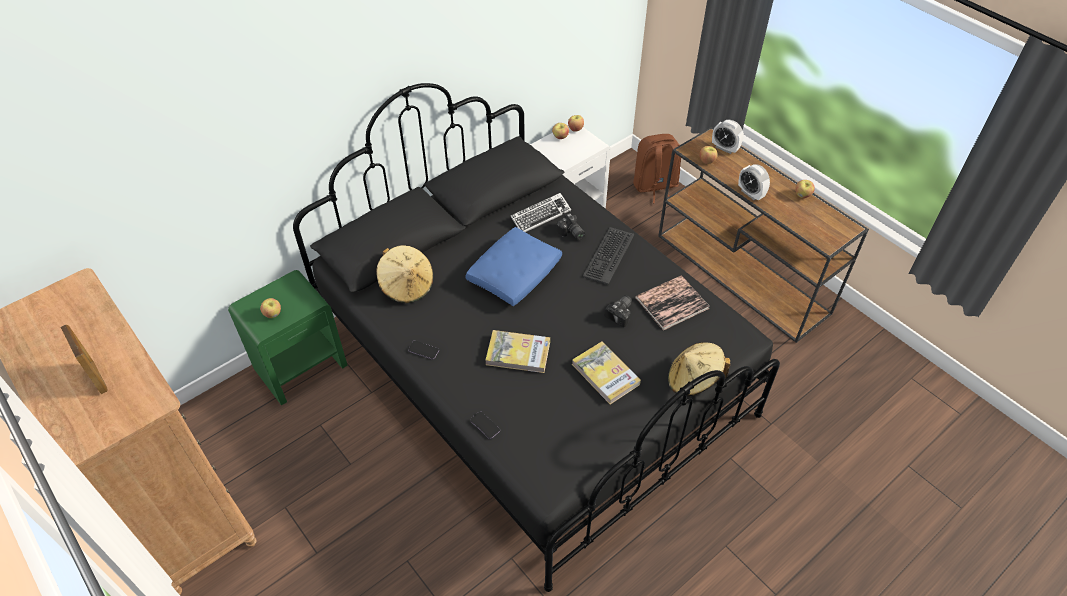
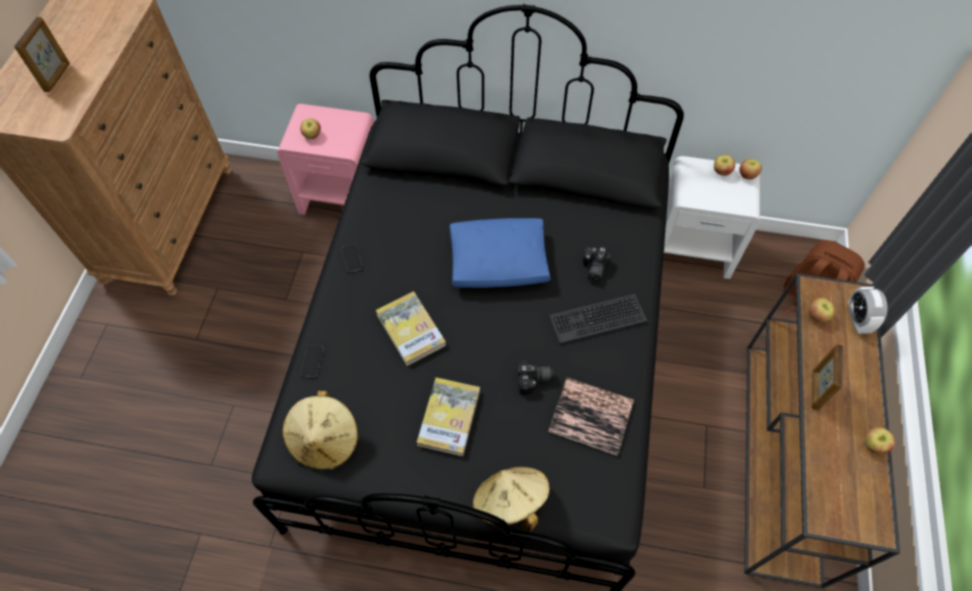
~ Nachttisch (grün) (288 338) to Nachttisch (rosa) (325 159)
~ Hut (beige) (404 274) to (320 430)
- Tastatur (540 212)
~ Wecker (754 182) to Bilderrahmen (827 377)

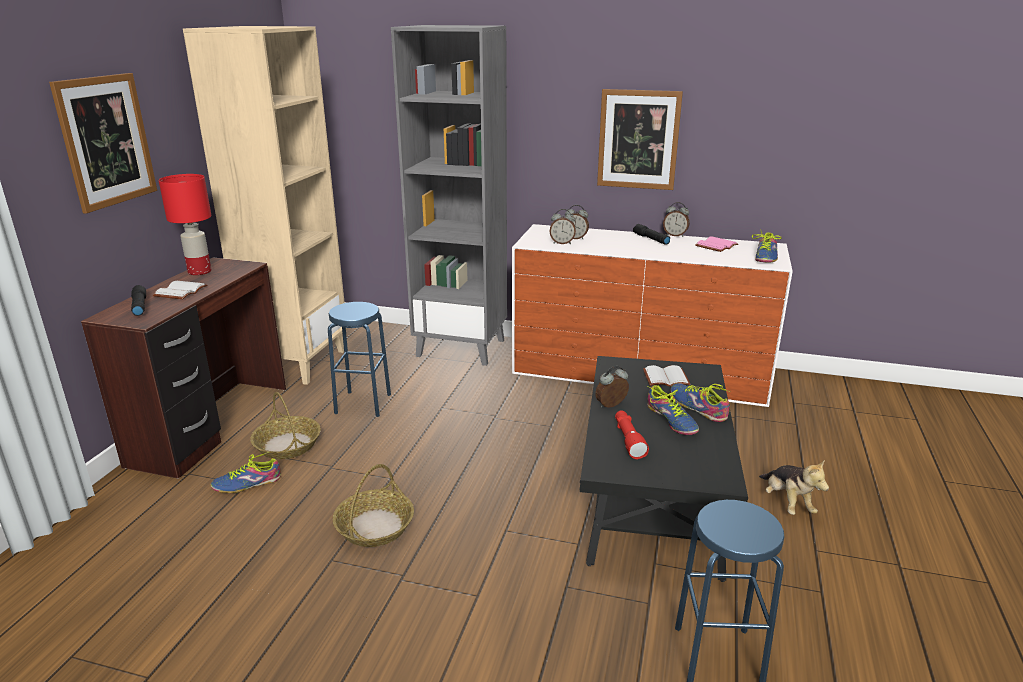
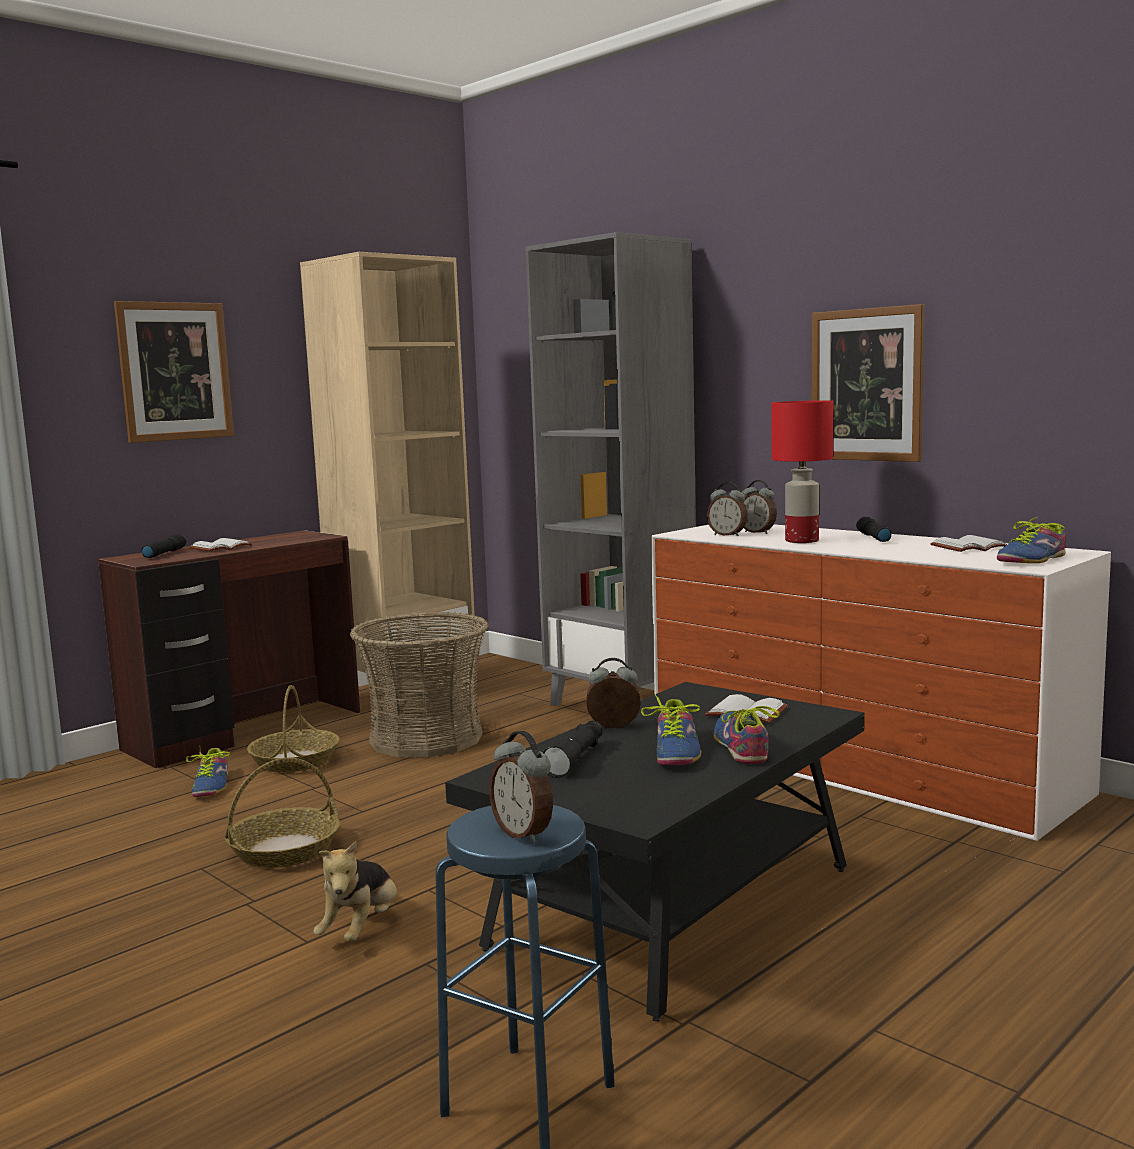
~ Tischlampe (rot) (185 224) to (802 471)
~ Schuh (246 472) = (208 771) 105 degrees counterclockwise
~ Hocker (blau) (359 359) to Korb (419 684)
~ Taschenlampe (rot) (632 434) to Taschenlampe (schwarz) (573 749)
~ Wecker (676 219) to (521 787)
~ Buch (rosa) (716 244) to Buch (weiß) (968 543)
~ Plüschtier (794 487) to (355 892)

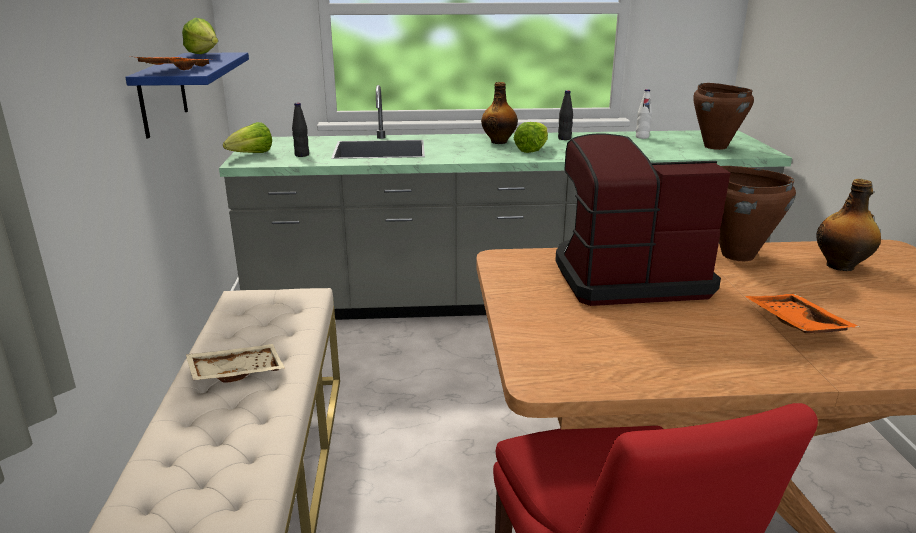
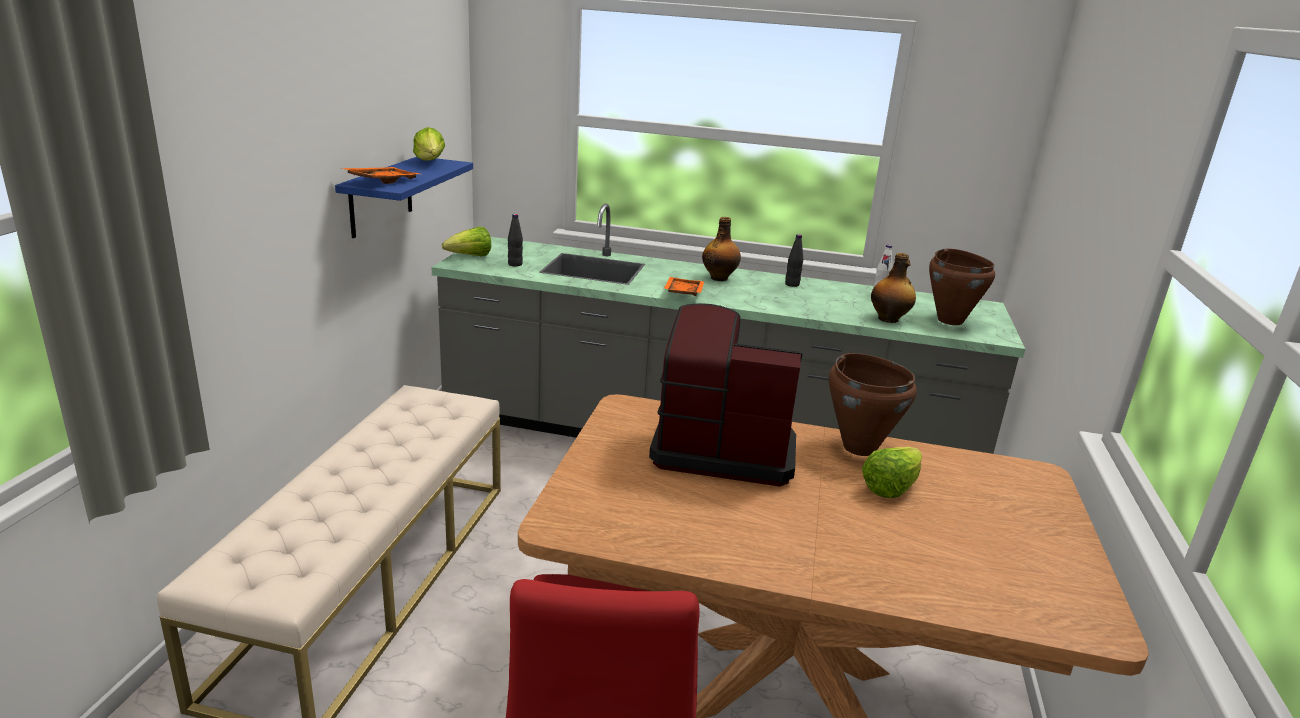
- Tablett (beige) (235 363)
~ Salatkopf (531 137) to (892 472)
~ Tablett (orange) (802 314) to (684 287)
~ Flasche (848 225) to (893 288)

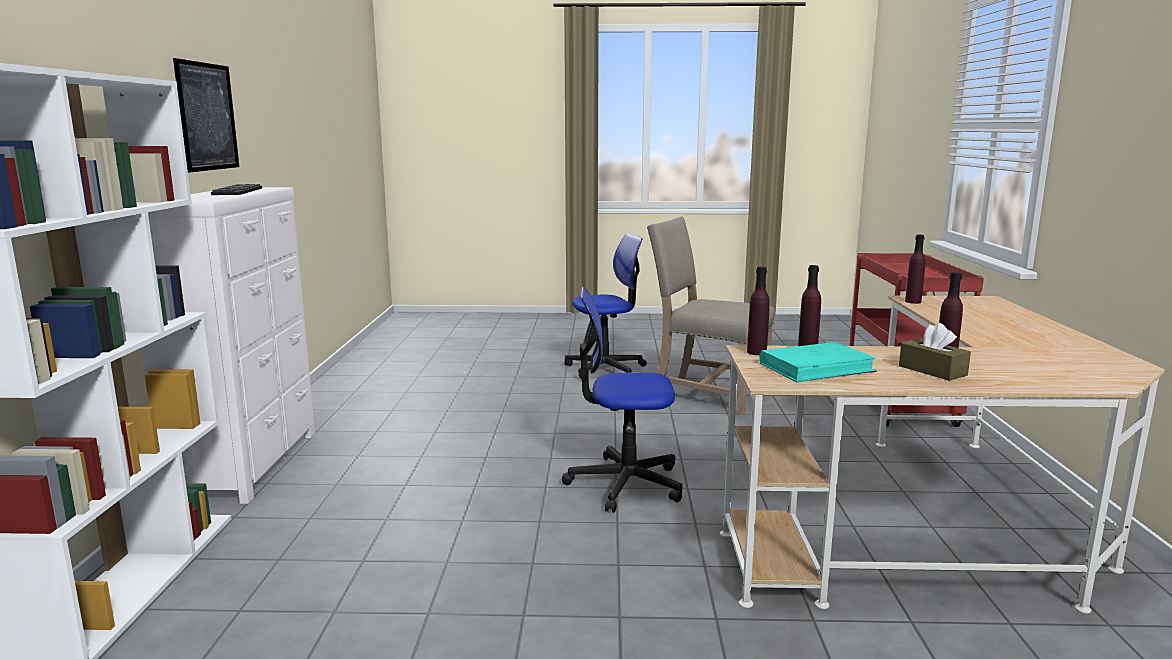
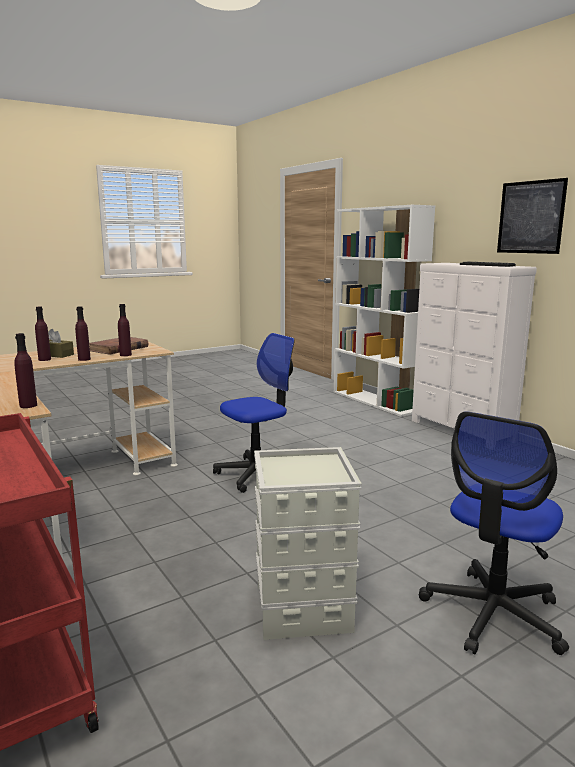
~ Stuhl (beige) (711 316) to Aufbewahrungsbox (grau) (308 543)
~ Flasche (lila) (758 310) to (83 333)
~ Buch (türkis) (818 362) to Buch (braun) (118 346)

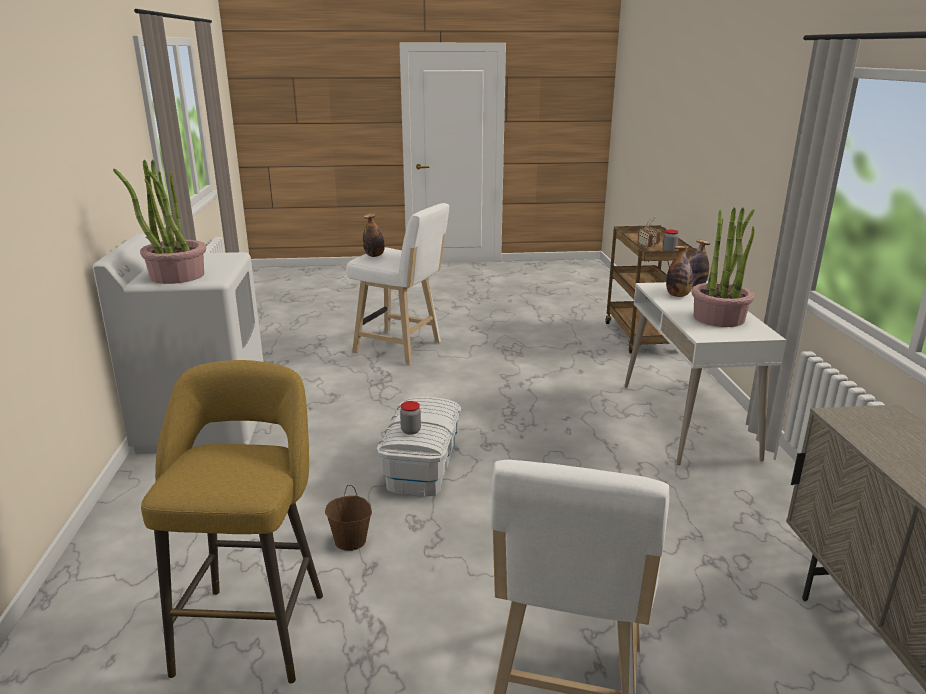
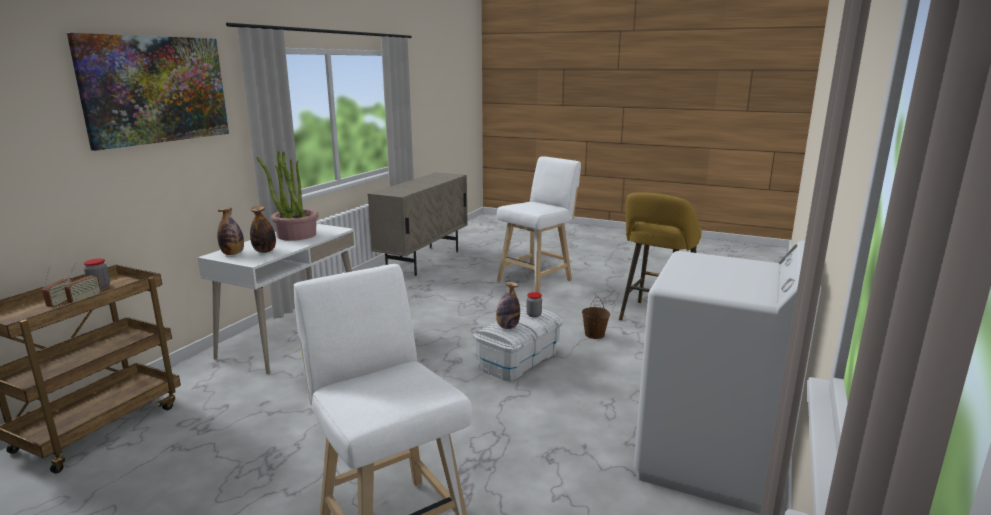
- Topfpflanze (159 222)
~ Flasche (374 235) to (508 305)
+ Bild (148 92)

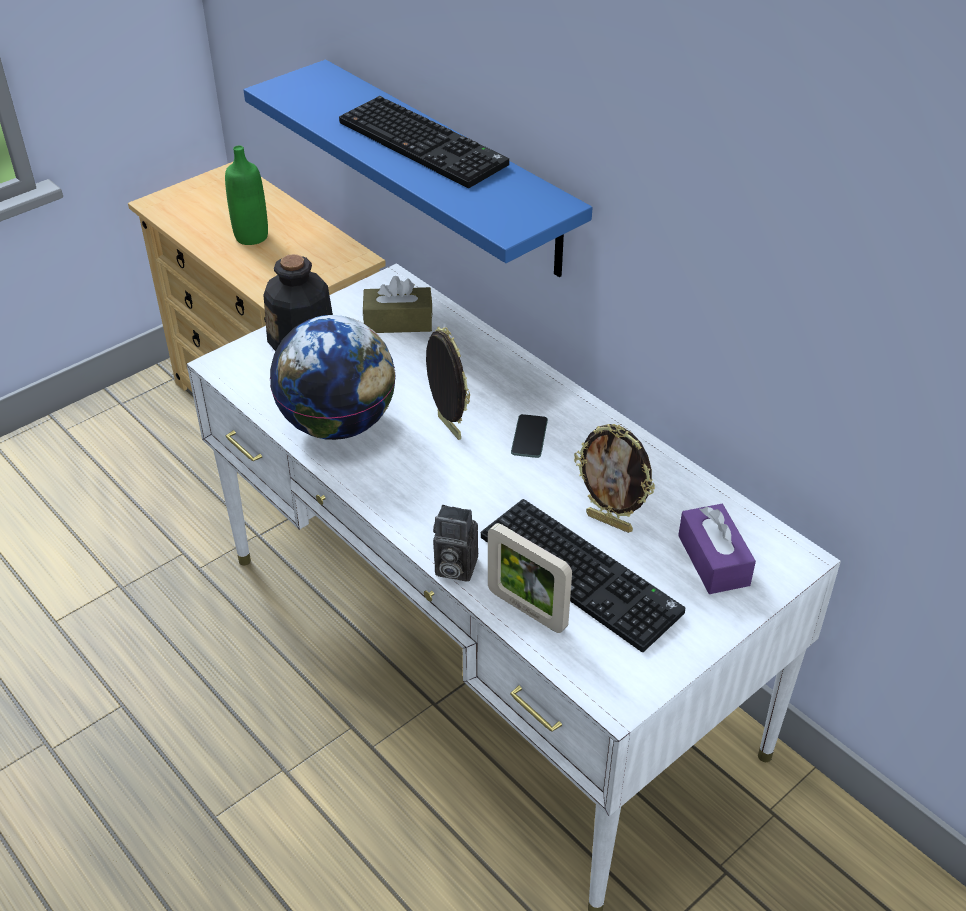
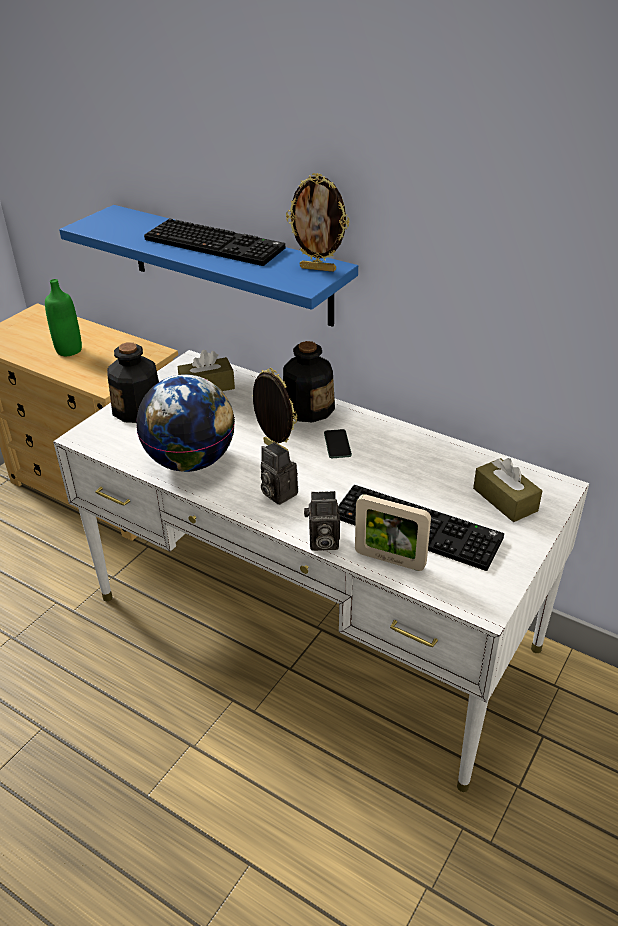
~ Bilderrahmen (614 478) to (317 222)
~ Taschentuchbox (lila) (717 549) to Taschentuchbox (braun) (507 490)
+ Kamera (279 473)
+ Flasche (309 381)

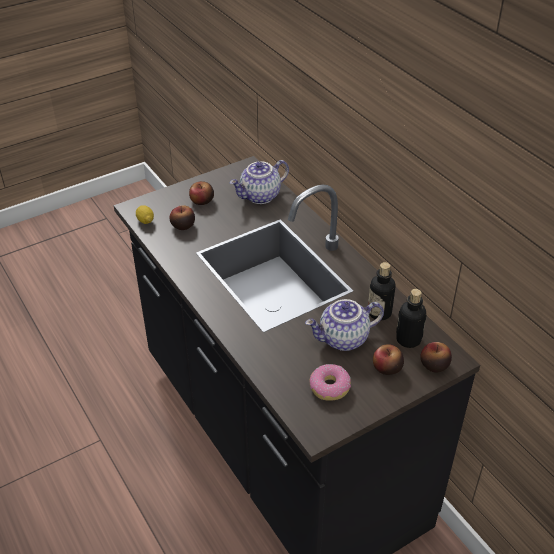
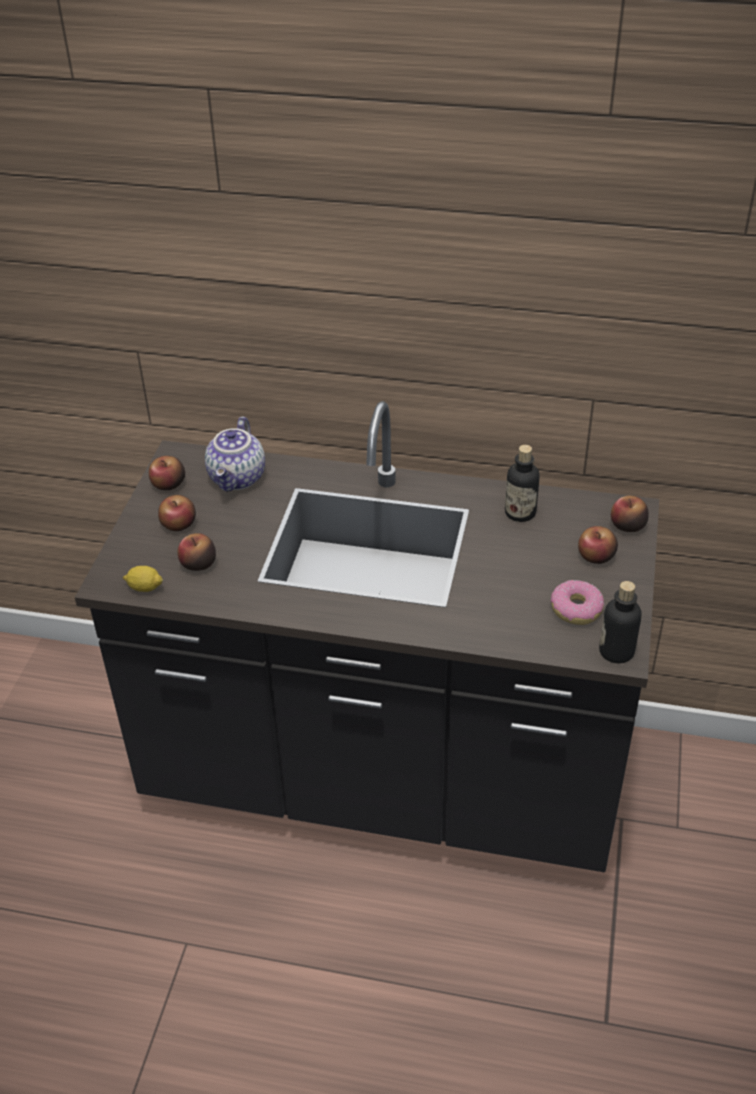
- Teekanne (344 325)
~ Flasche (411 318) to (620 622)
+ Apfel (167 473)

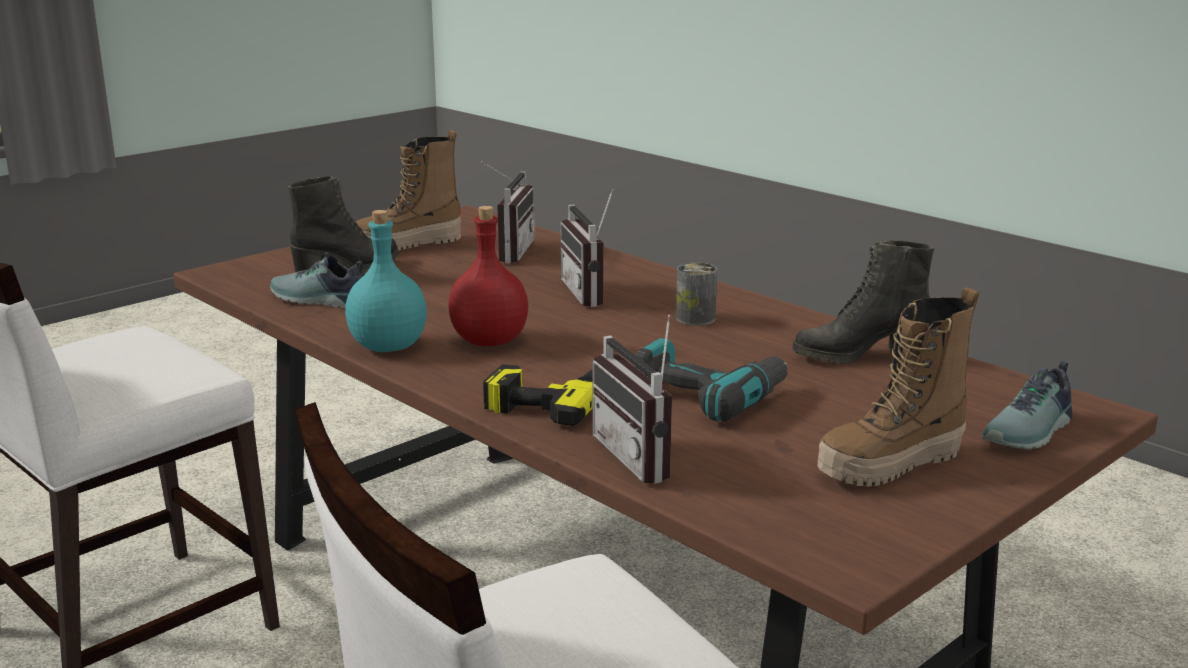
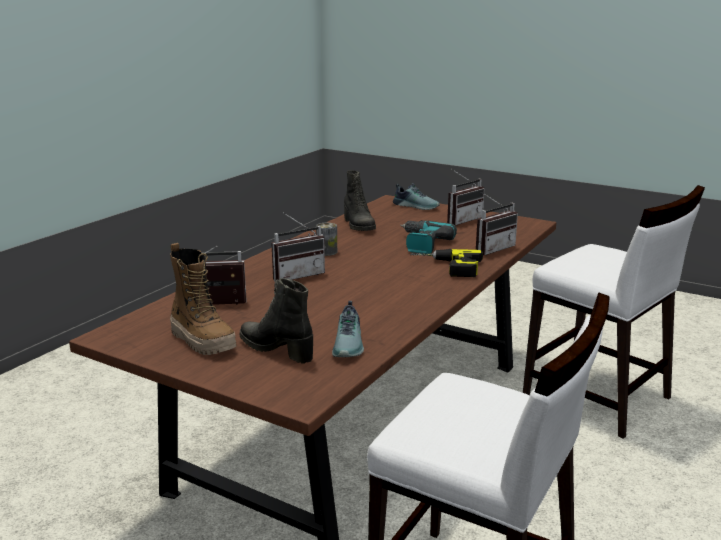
- Flasche (türkis) (386 281)
- Flasche (rot) (488 276)
~ Stiefel (898 387) to Radio (466 197)

